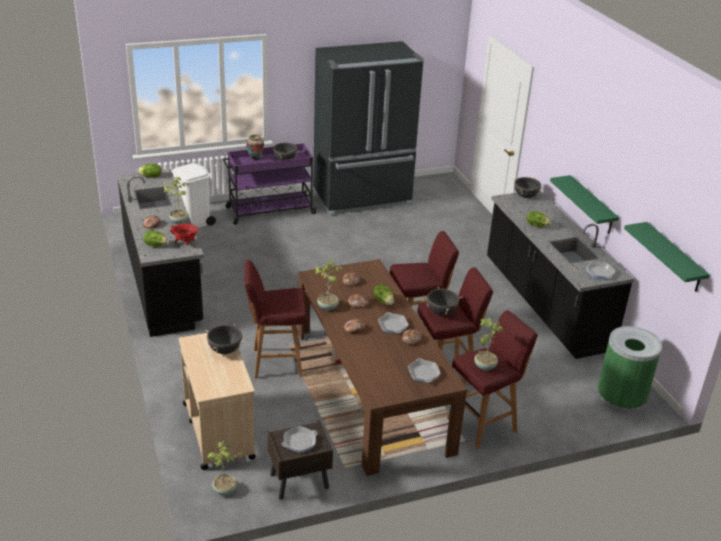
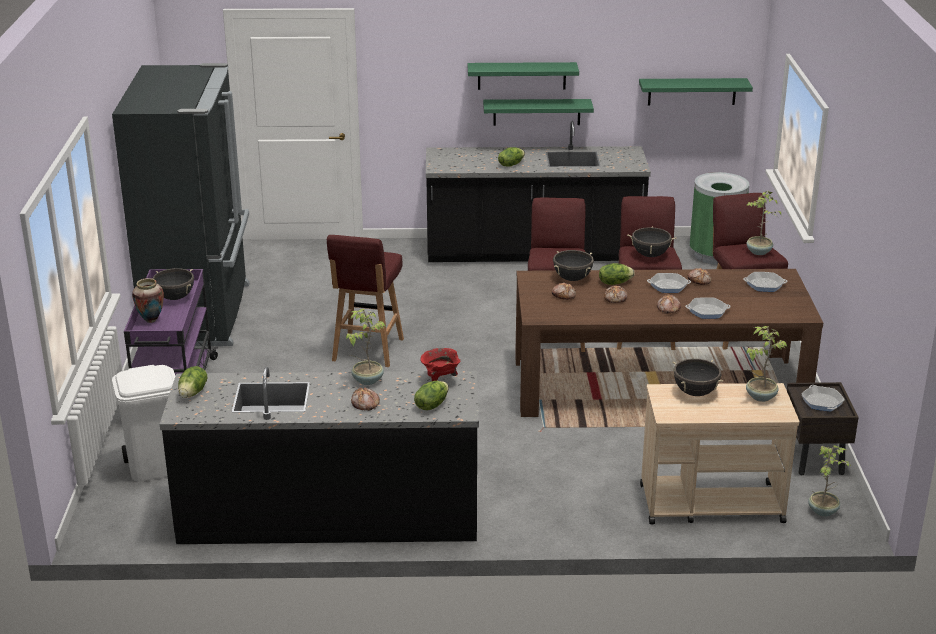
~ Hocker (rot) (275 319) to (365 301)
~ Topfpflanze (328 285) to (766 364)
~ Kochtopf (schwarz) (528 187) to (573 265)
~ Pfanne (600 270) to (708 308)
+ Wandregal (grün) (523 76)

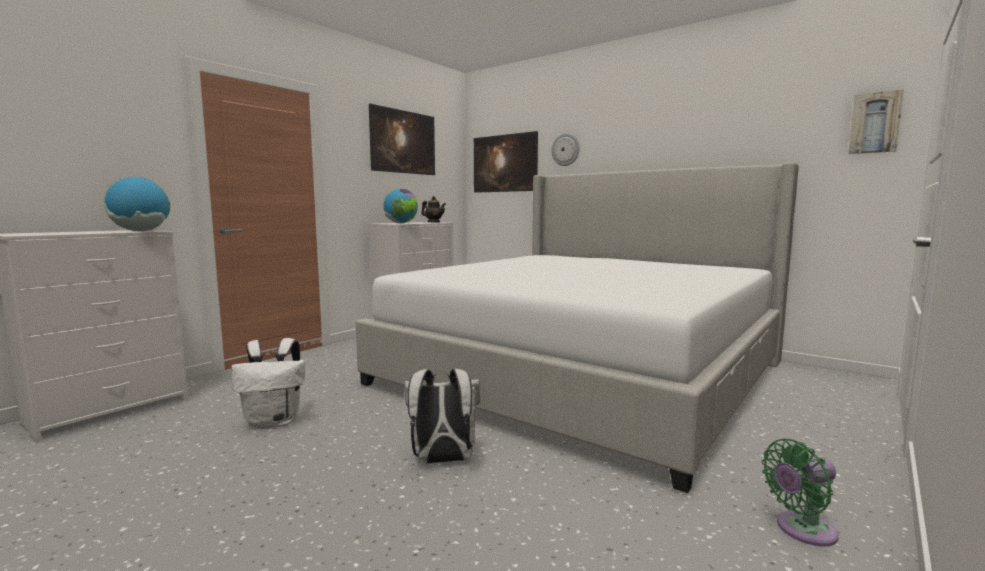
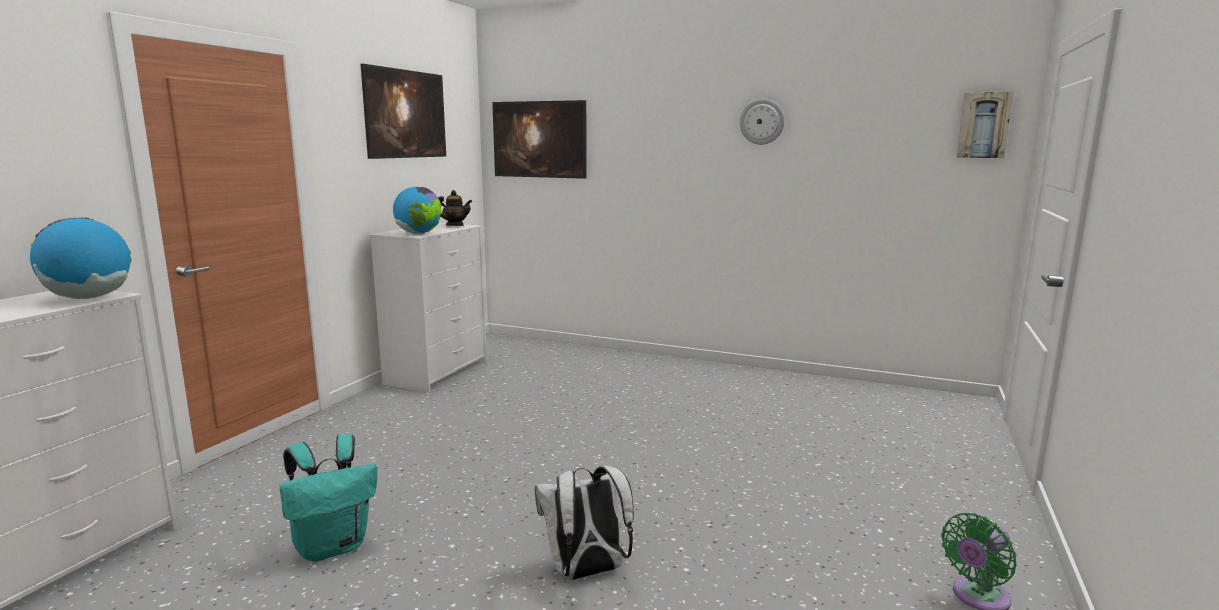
~ Rucksack (weiß) (268 383) to Rucksack (türkis) (328 498)
- Bett (577 327)
~ Wanduhr (565 149) to (762 122)

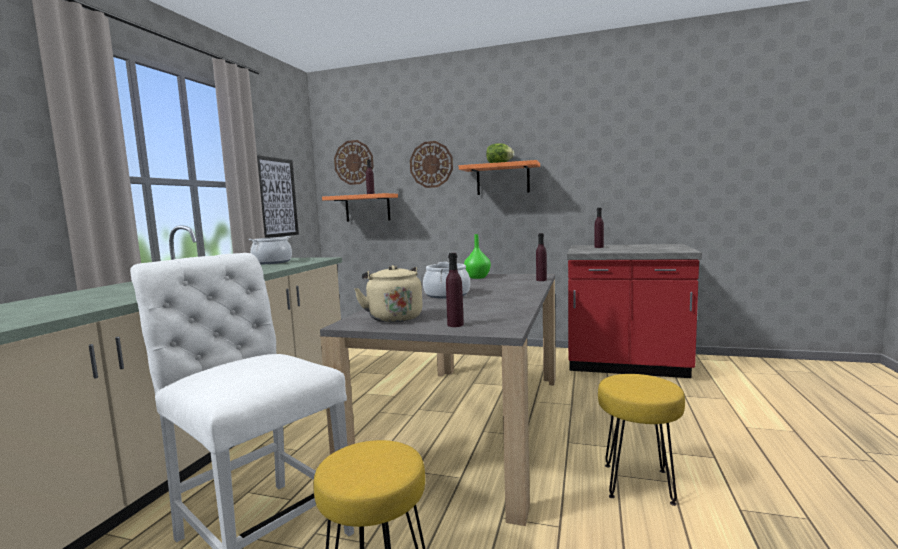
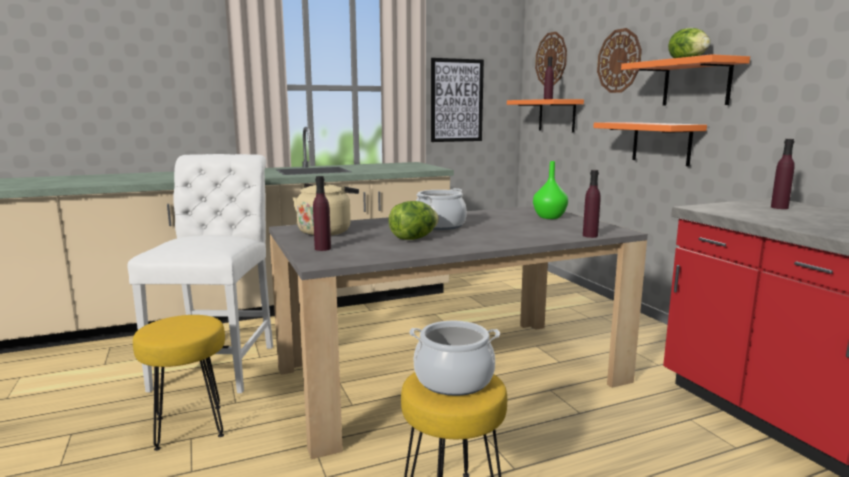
~ Kochtopf (270 250) to (454 358)
+ Salatkopf (413 220)
+ Wandregal (orange) (650 144)

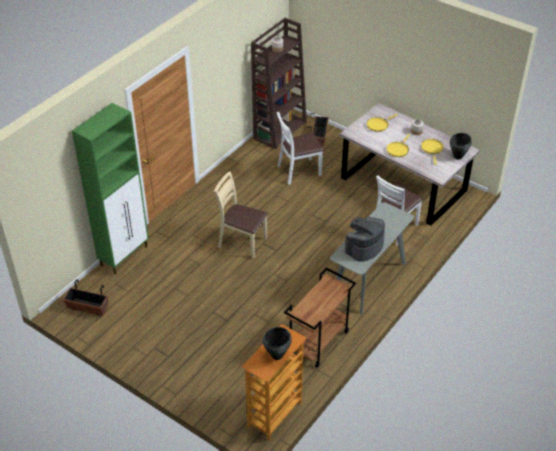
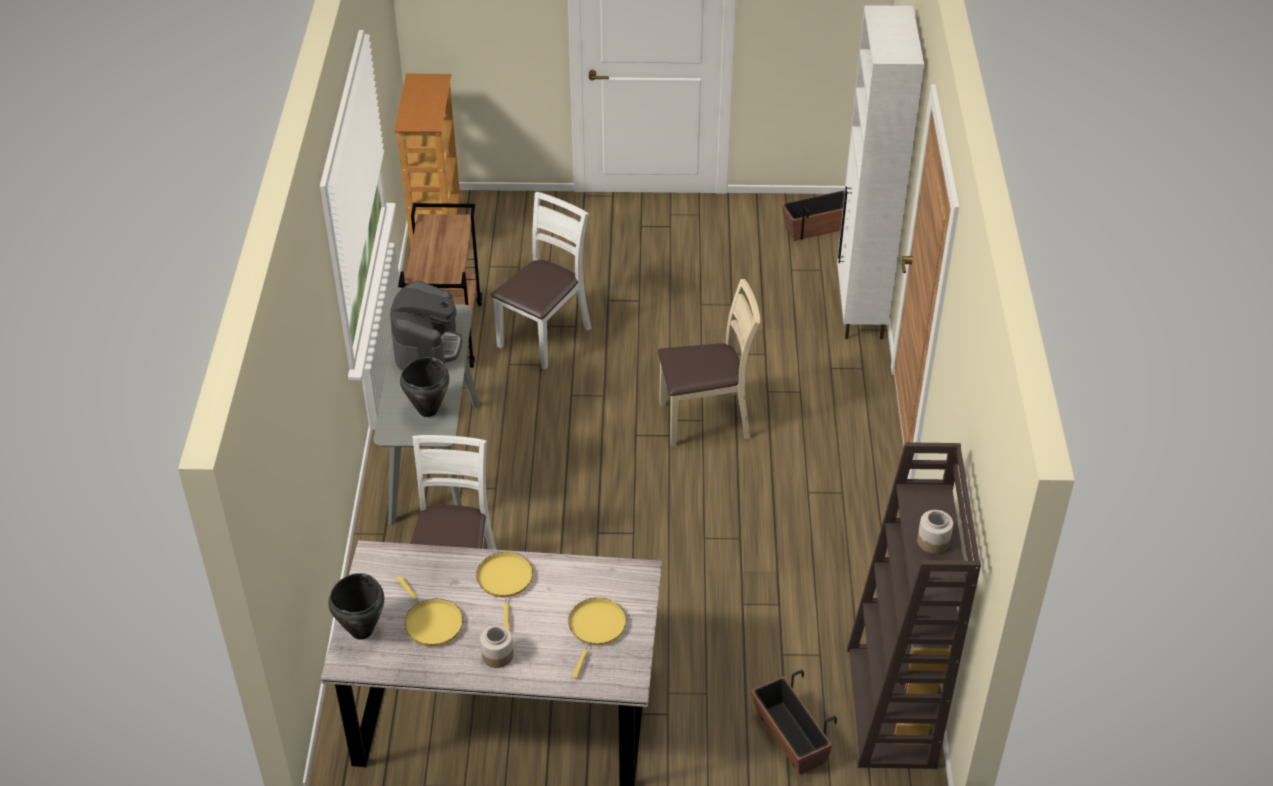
~ Schrank (grün) (110 188) to Schrank (weiß) (880 172)
~ Kochtopf (schwarz) (277 343) to (424 387)
~ Stuhl (weiß) (300 148) to (541 280)

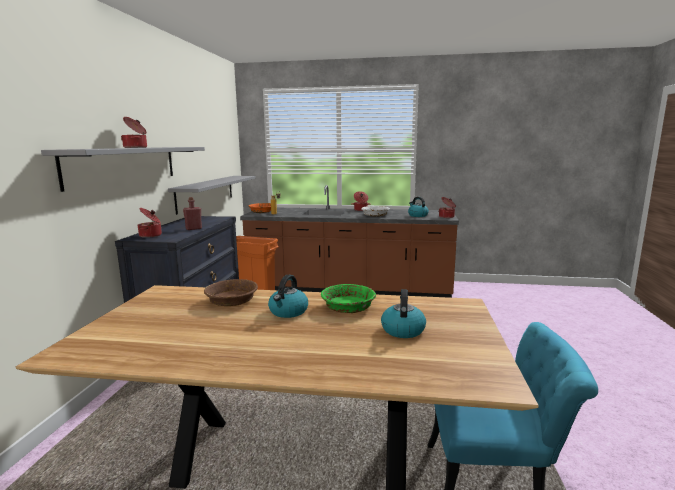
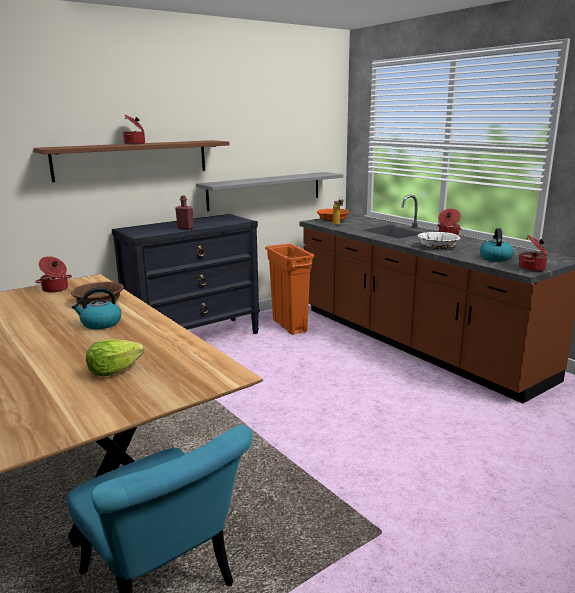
~ Wandregal (grau) (123 169) to Wandregal (braun) (131 161)
~ Kochtopf (150 223) to (53 274)
- Schüssel (grün) (348 298)
~ Wasserkessel (403 313) to Salatkopf (115 358)

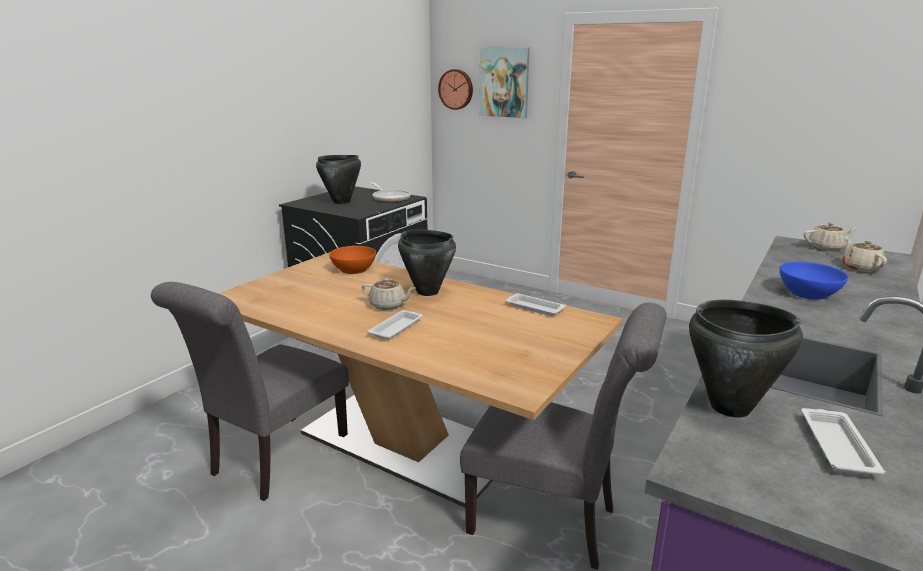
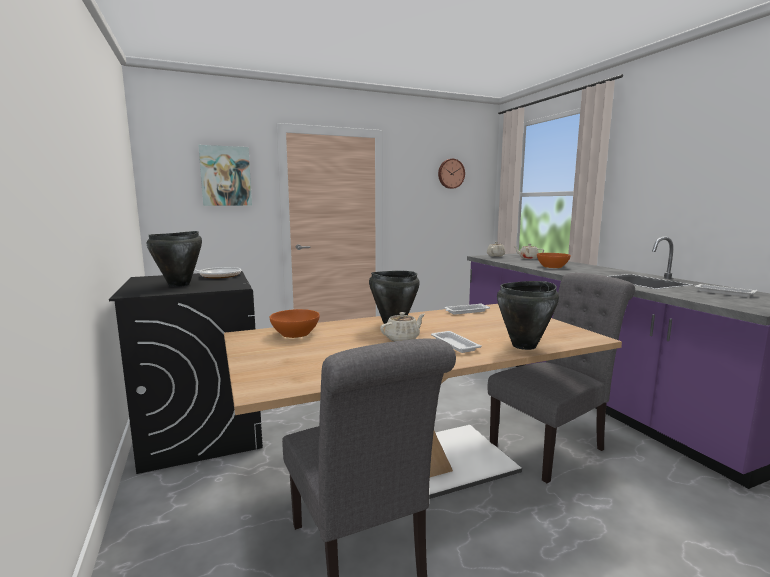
~ Wanduhr (455 89) to (451 174)
~ Kochtopf (schwarz) (746 359) to (528 315)
~ Schüssel (blau) (814 281) to Schüssel (orange) (554 260)

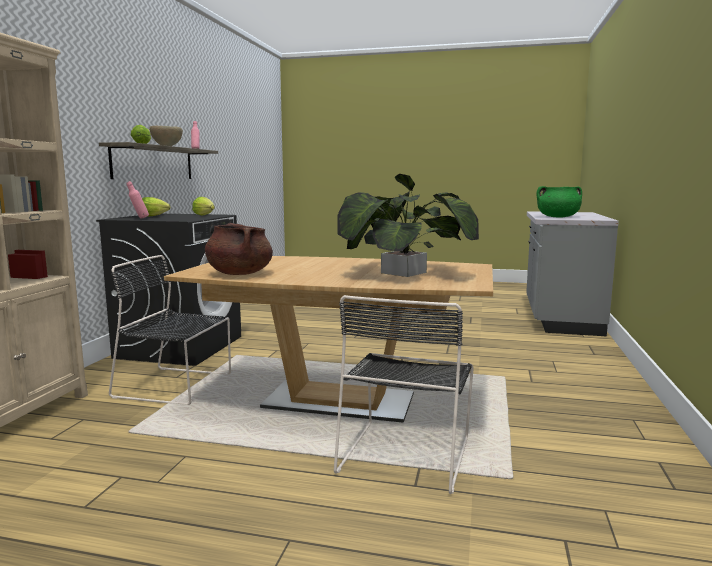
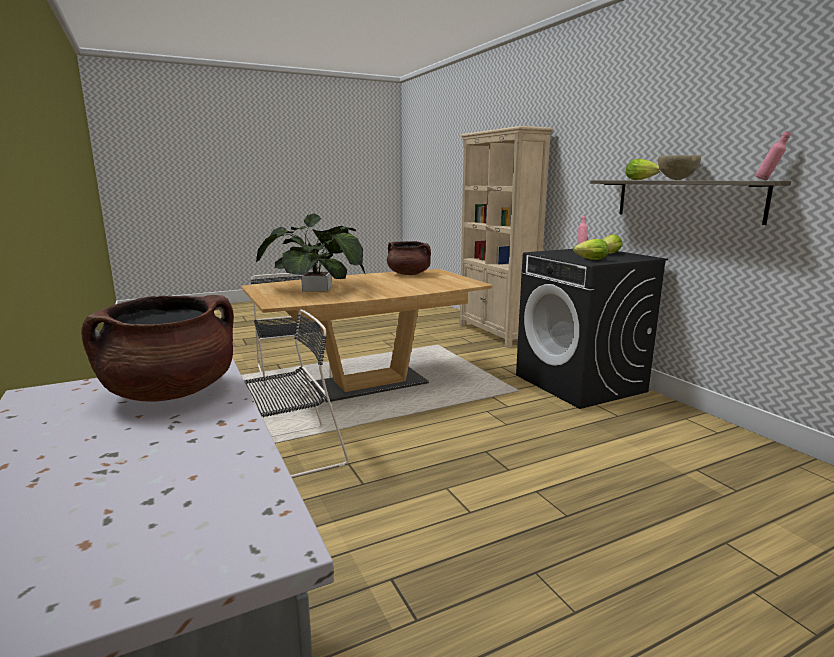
~ Stuhl (schwarz) (170 330) to (296 393)
~ Kochtopf (grün) (559 202) to Kochtopf (braun) (157 348)

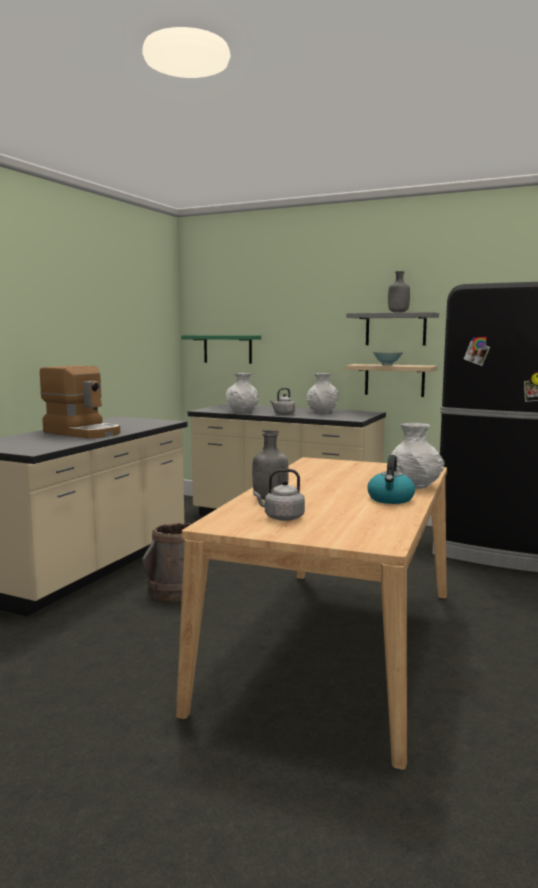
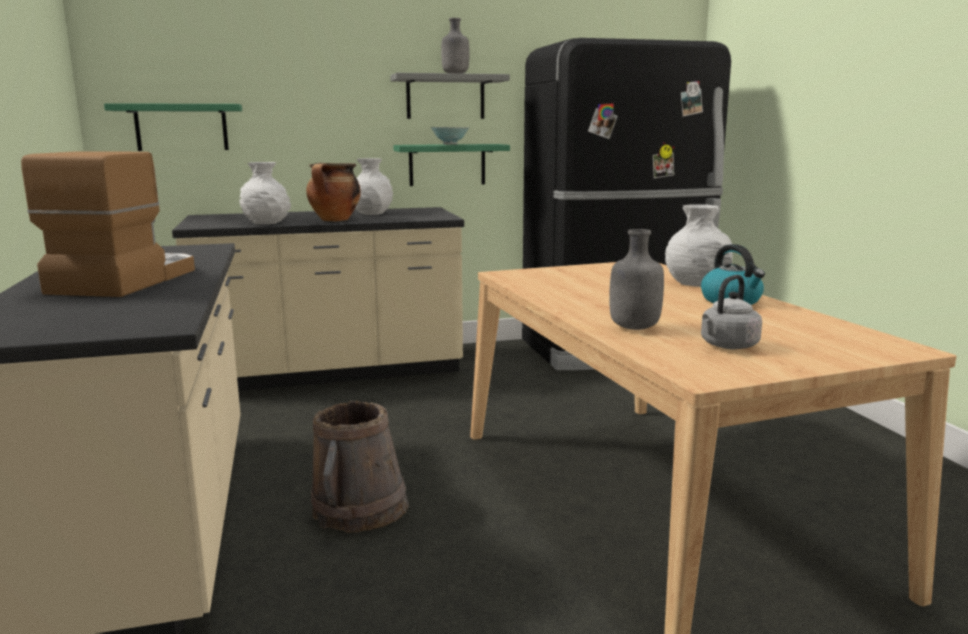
~ Kaffeemaschine (80 401) = (108 224) 75 degrees counterclockwise
~ Wasserkessel (grau) (282 401) to Kochtopf (333 192)
~ Wandregal (beige) (391 380) to Wandregal (grün) (451 165)

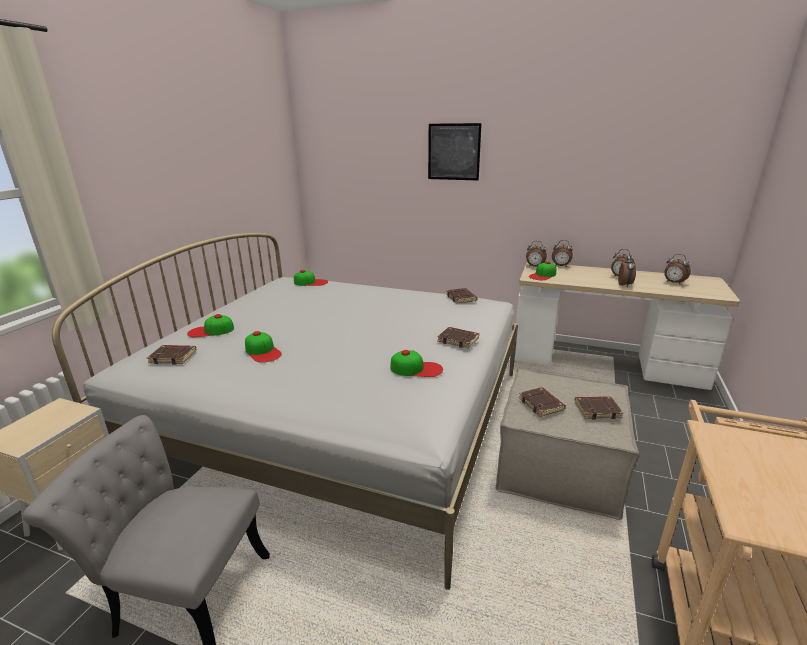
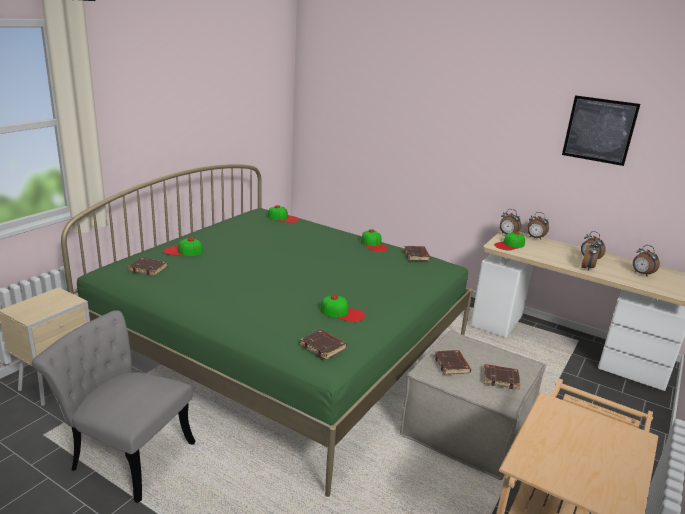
~ Bett (weiß) (285 411) to Bett (grün) (267 330)
~ Kappe (263 347) to (374 240)
~ Bild (455 152) to (601 130)
~ Buch (braun) (458 338) to (323 345)

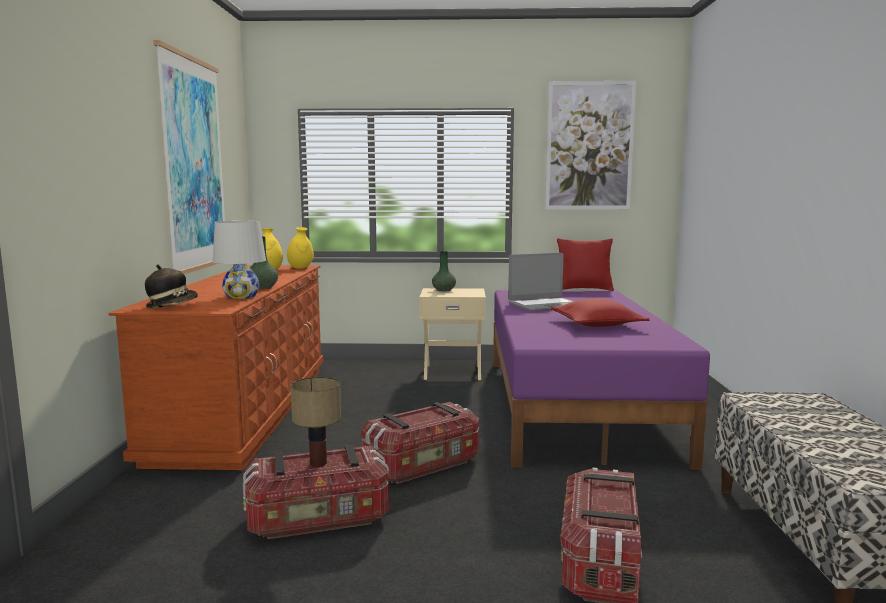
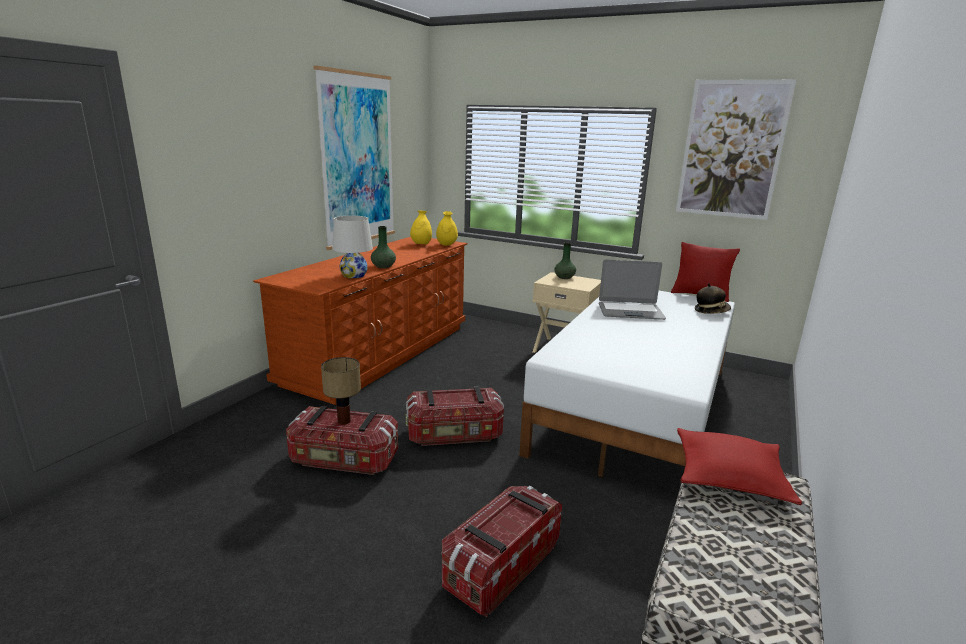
~ Hut (171 286) to (713 298)
~ Bett (lila) (601 380) to Bett (weiß) (627 384)
~ Kissen (rot) (600 312) to (739 466)

